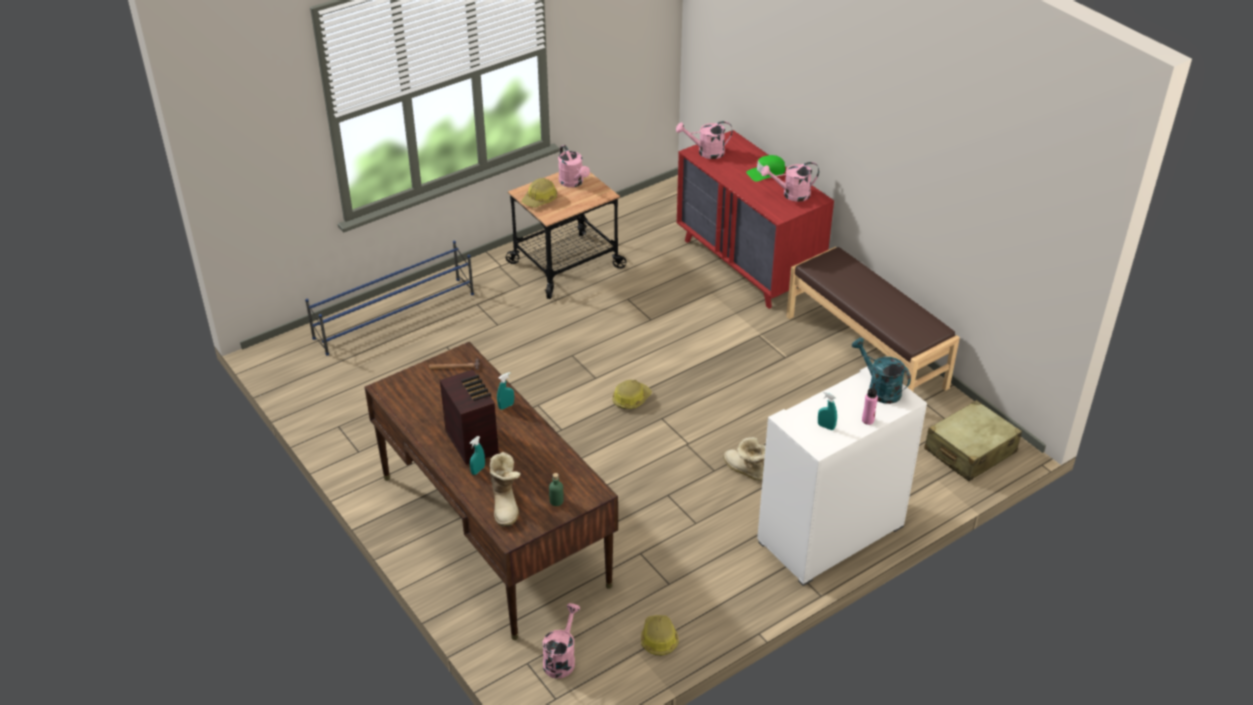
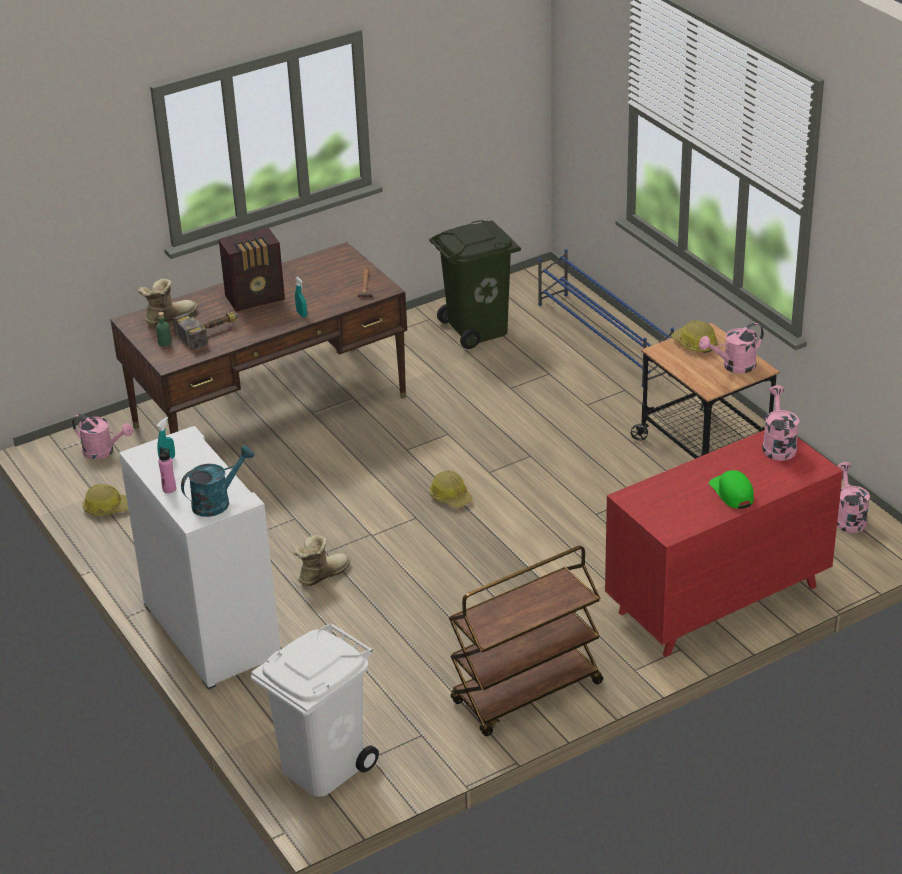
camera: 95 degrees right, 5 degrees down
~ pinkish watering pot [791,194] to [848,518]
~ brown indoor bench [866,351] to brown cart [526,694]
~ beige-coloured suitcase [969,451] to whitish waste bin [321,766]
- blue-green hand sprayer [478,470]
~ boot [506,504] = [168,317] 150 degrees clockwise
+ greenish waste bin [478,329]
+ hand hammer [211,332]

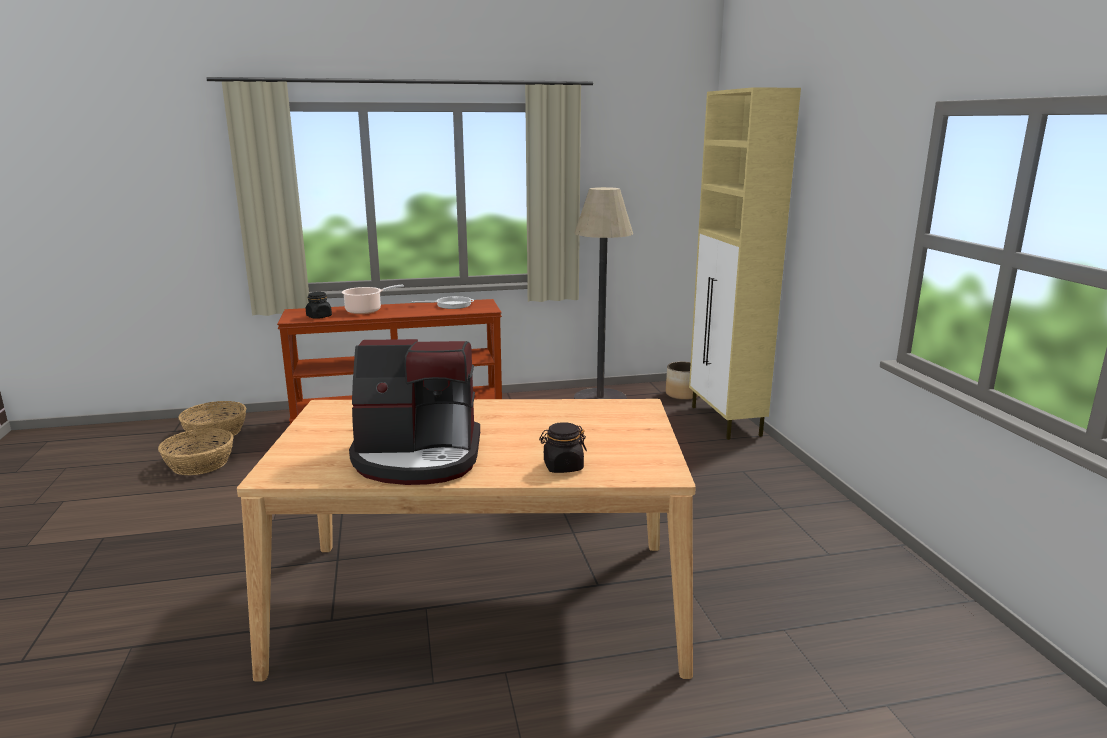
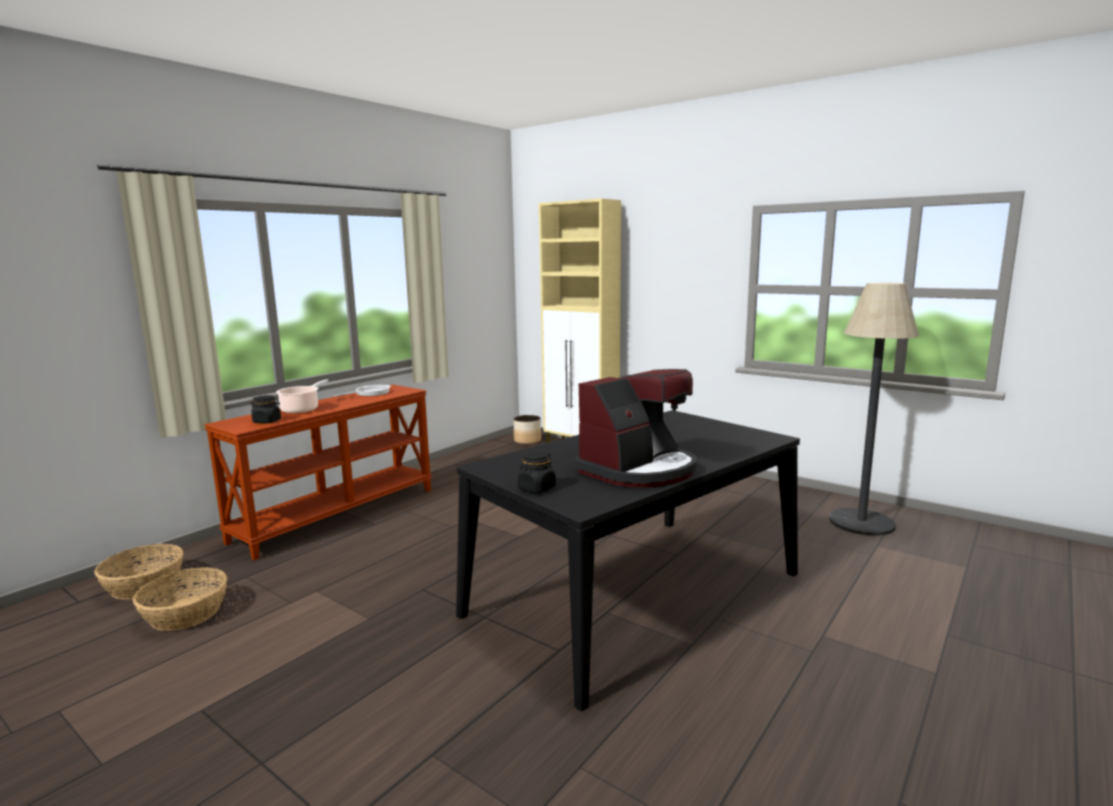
camera: 40 degrees left, 5 degrees down
~ floor lamp [600,399] to [861,522]
~ beige-coloured kitchen table [483,604] to black-coloured kitchen table [635,593]
~ black-coloured jar [563,466] to [536,488]

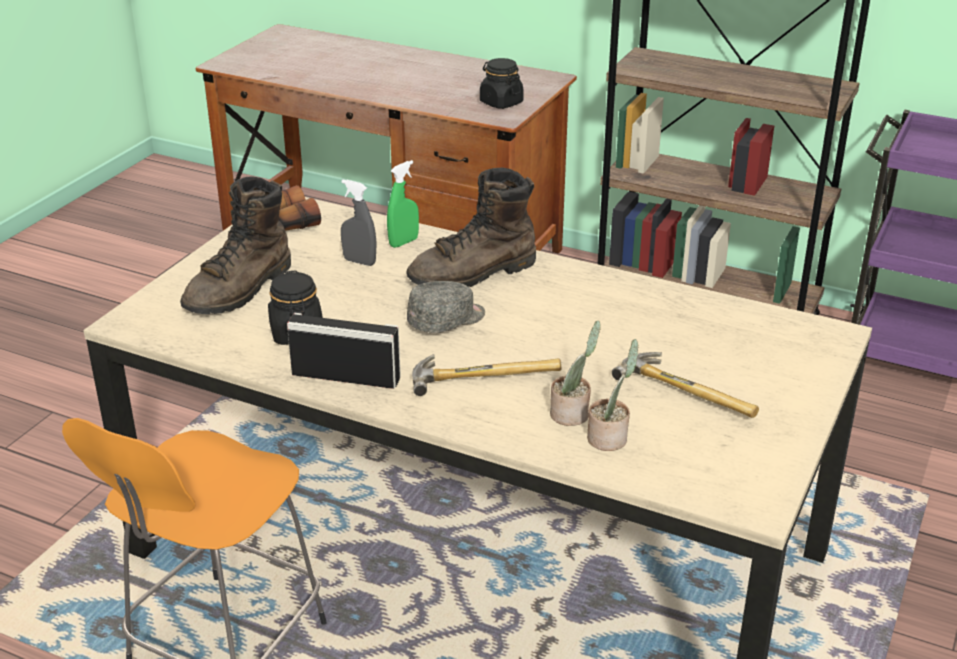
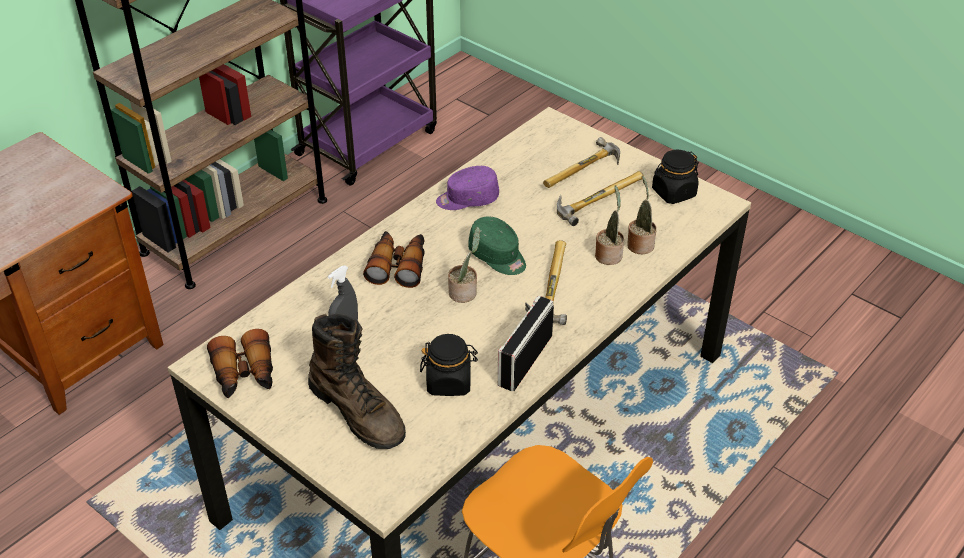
camera: 75 degrees left, 10 degrees up
~ black-coloured jar [501,103] to [673,193]
- greenish hand sprayer [403,242]
~ brown boot [474,274] to pair of binoculars [398,265]
~ gray cap [447,320] to houseplant [464,292]
+ hand hammer [585,172]
+ purple-coloured cap [467,199]
+ greenish cap [498,256]

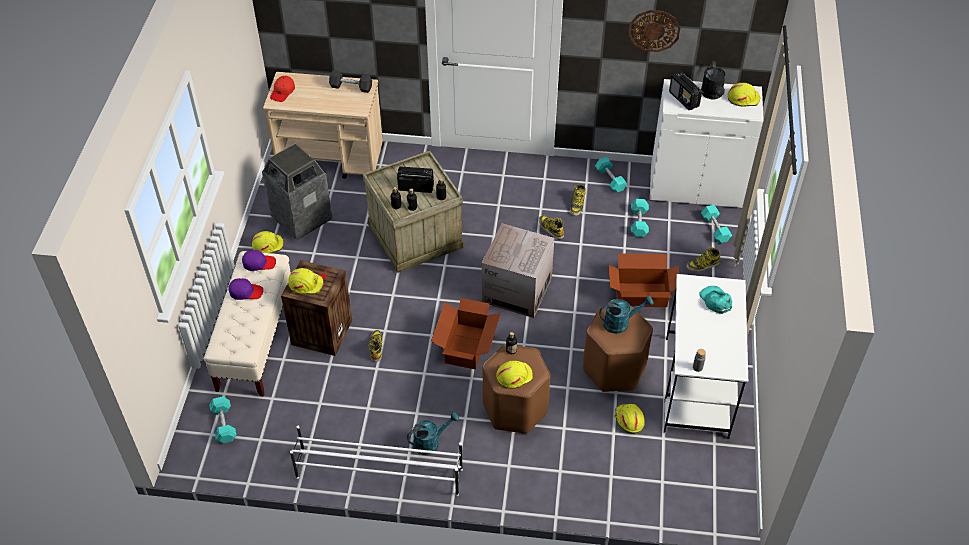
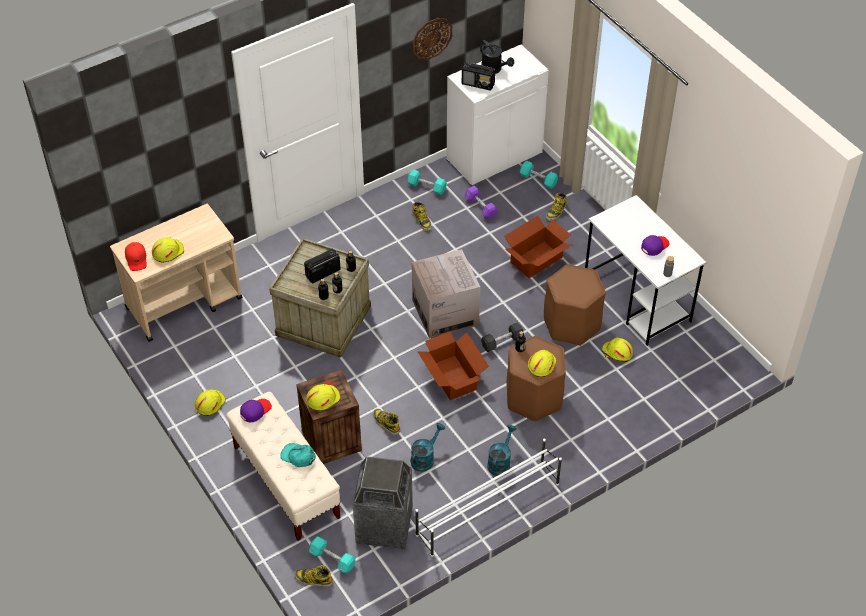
camera: 40 degrees left, 0 degrees up
~ black-coloured dumbbell [351,87] to [502,342]
~ yellow hard hat [743,98] to [168,252]
~ waste bin [301,218] to [384,526]
~ blue-green dumbbell [639,223] to purple-coloured dumbbell [480,207]
~ boot [551,228] to [313,579]
~ purple-coloured cap [246,292] to [654,246]
~ blue-green cap [715,301] to [298,456]
~ blue-green watering pot [621,322] to [425,458]

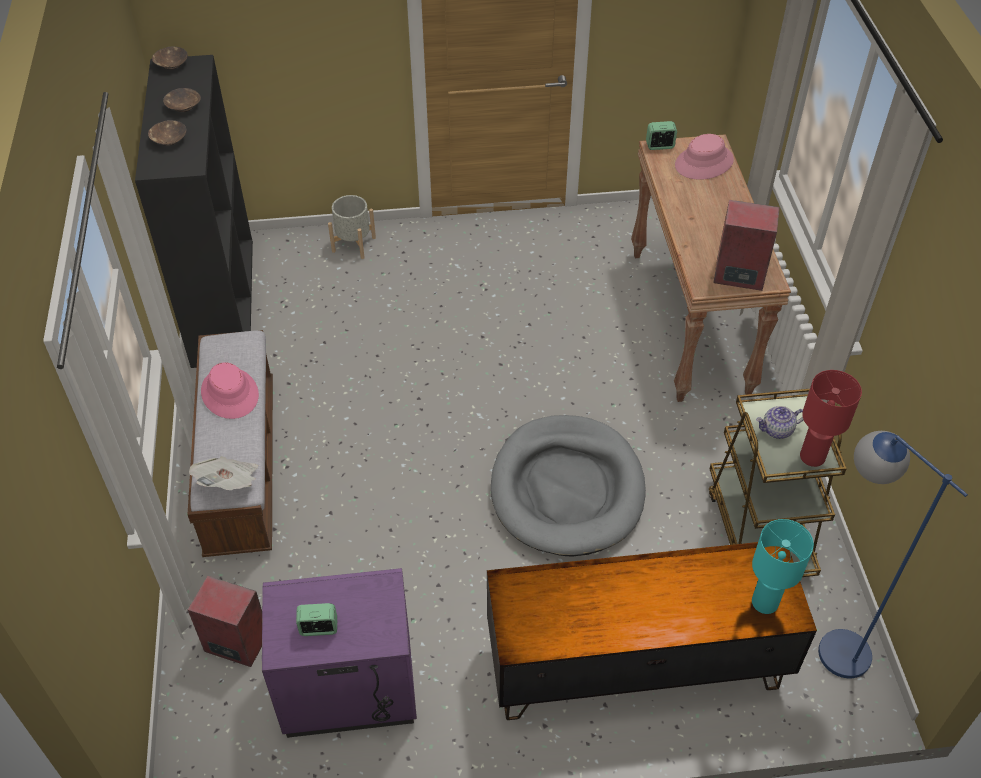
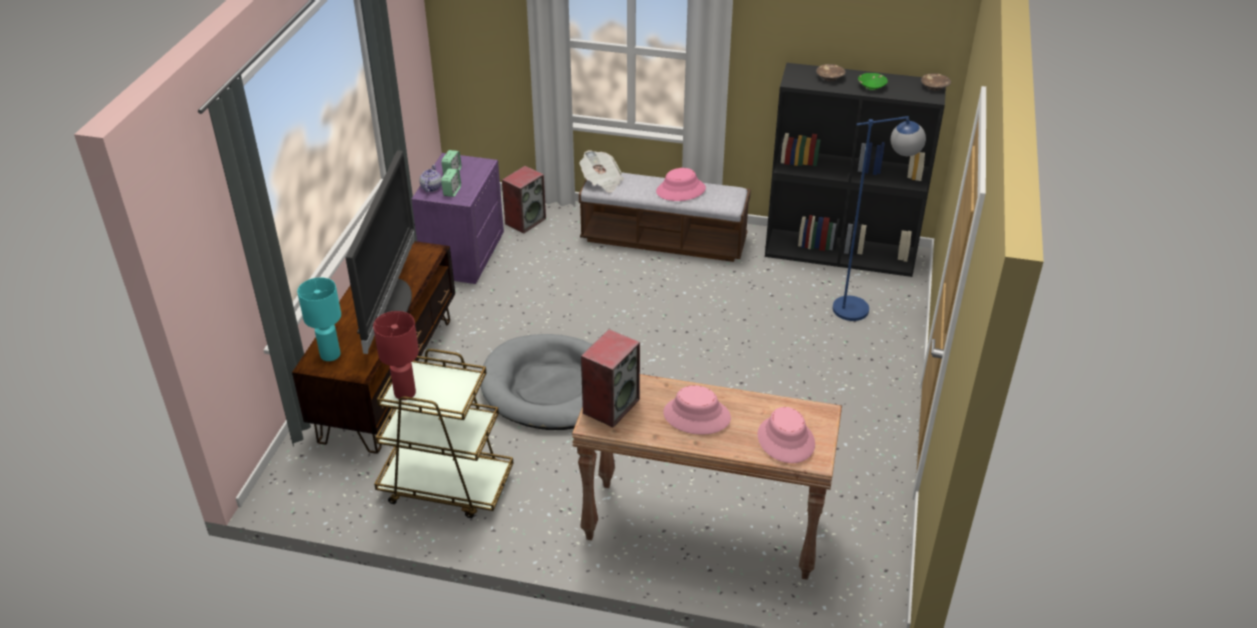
camera: 110 degrees right, 10 degrees down
~ brown bowl [183,106] to greenish bowl [871,86]
~ table clock [660,146] to [452,191]
- gray flower pot [354,244]
~ tea pot [777,430] to [431,187]
~ blue floor lamp [830,640] to [862,307]
+ television [388,306]
+ pinkish hat [696,416]

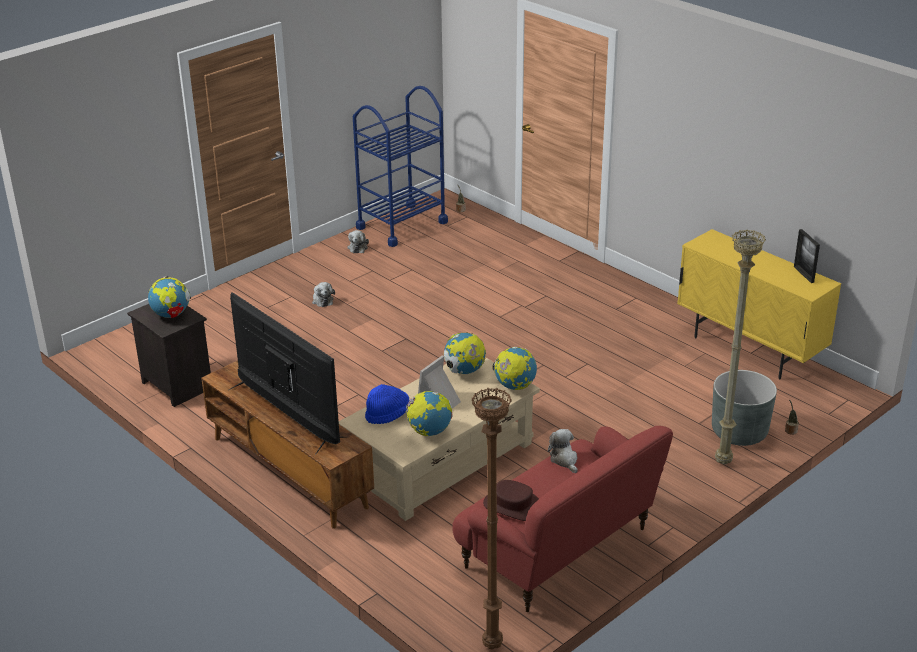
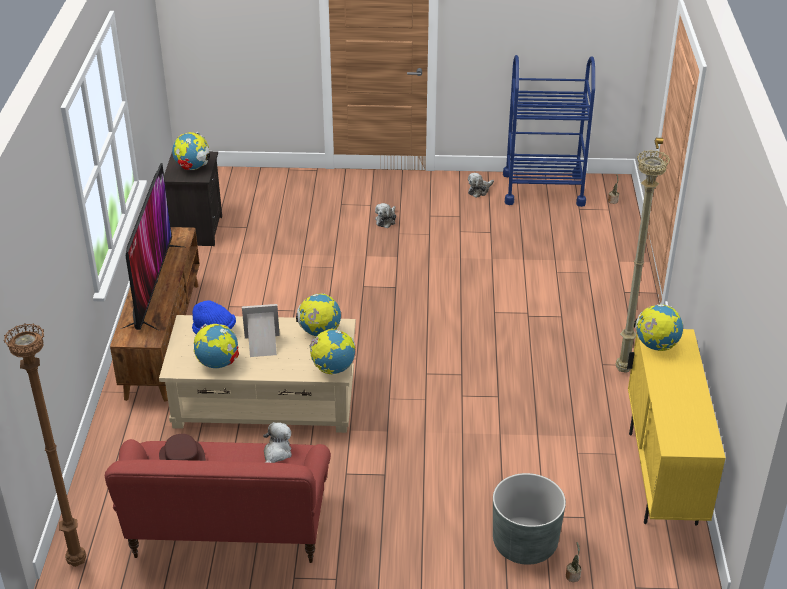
camera: 45 degrees right, 5 degrees up
~ beige-coloured floor lamp [722,462] to [622,370]
- photo frame [803,274]
+ desk globe [656,345]

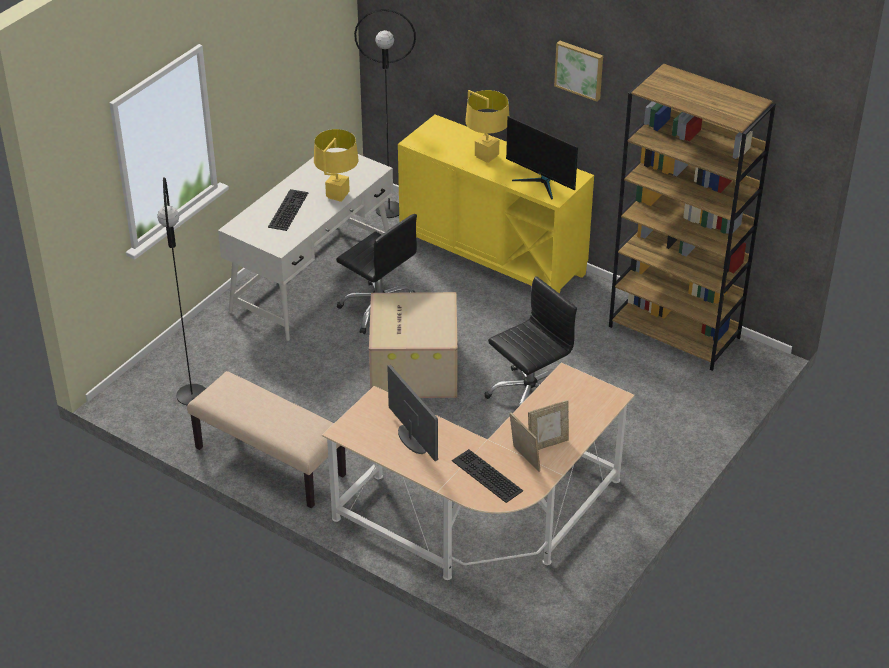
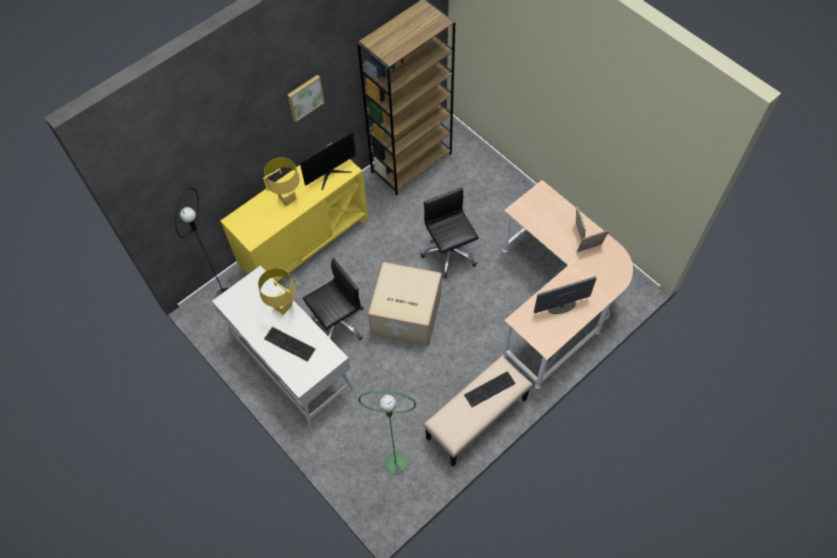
camera: 75 degrees left, 20 degrees up
~ black-coloured floor lamp [191,394] to greenish floor lamp [395,463]
~ PC keyboard [485,476] to [489,390]

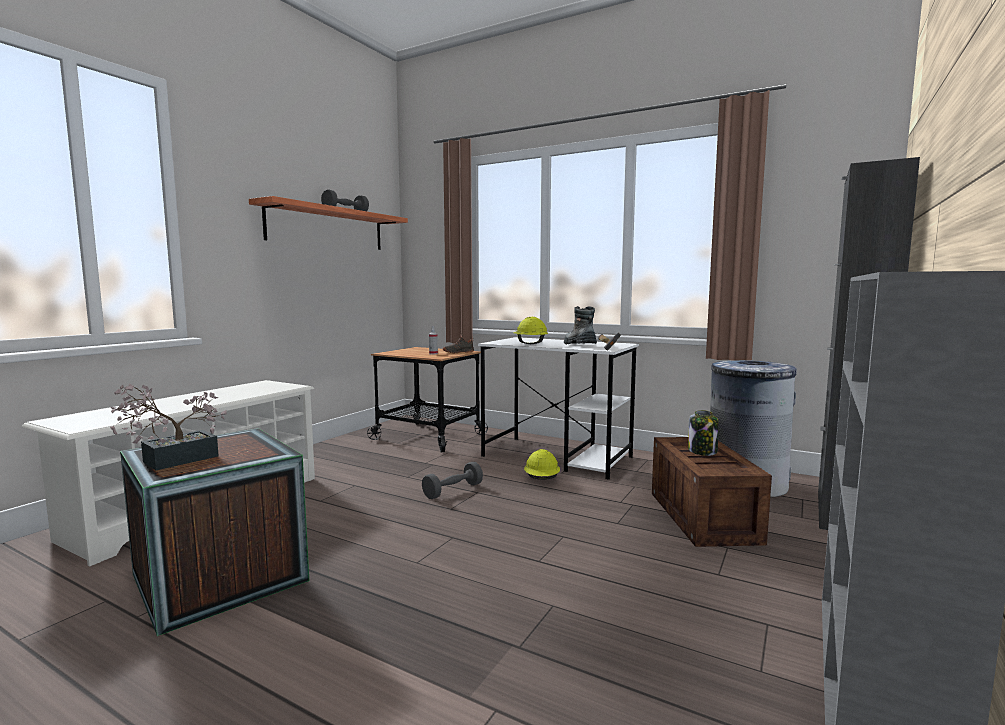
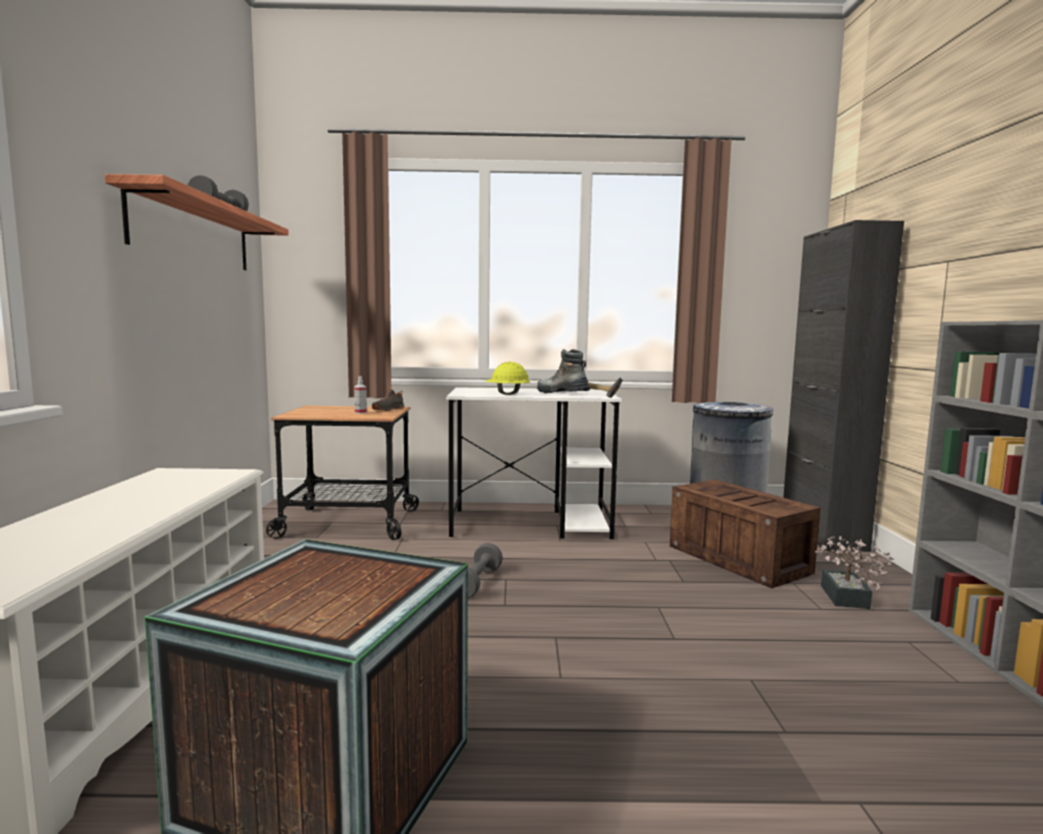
camera: 30 degrees left, 0 degrees up
~ houseplant [172,461] to [846,599]
- jar [702,451]
- yellow hard hat [542,479]

